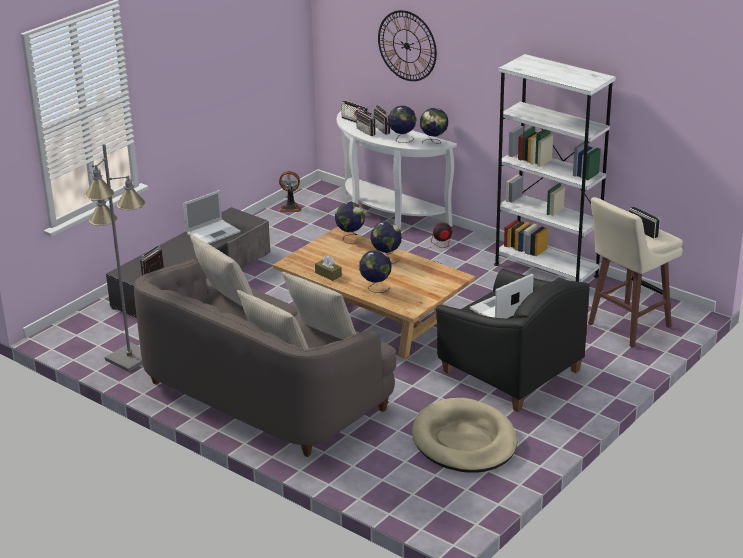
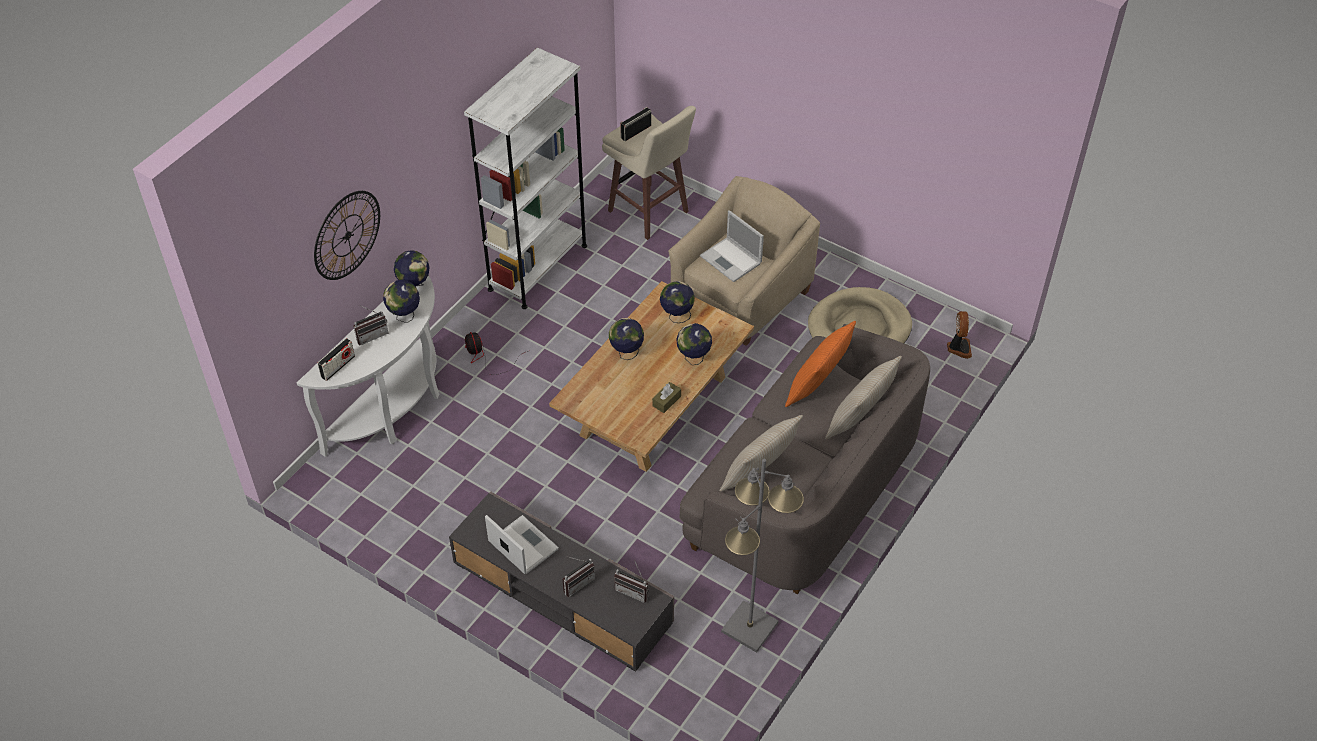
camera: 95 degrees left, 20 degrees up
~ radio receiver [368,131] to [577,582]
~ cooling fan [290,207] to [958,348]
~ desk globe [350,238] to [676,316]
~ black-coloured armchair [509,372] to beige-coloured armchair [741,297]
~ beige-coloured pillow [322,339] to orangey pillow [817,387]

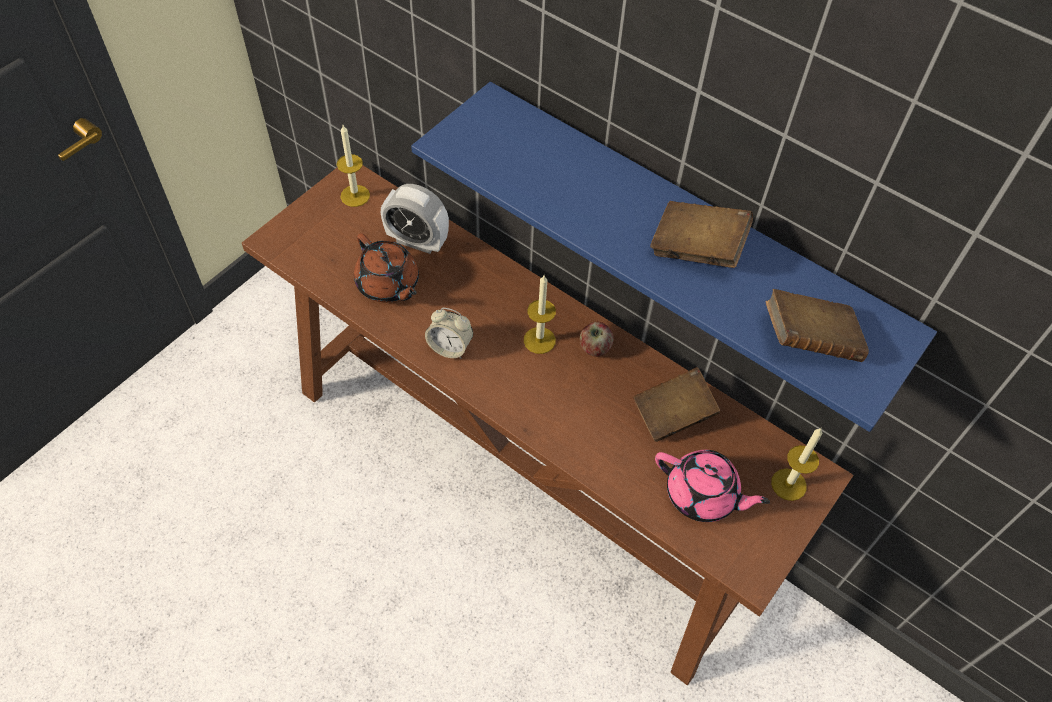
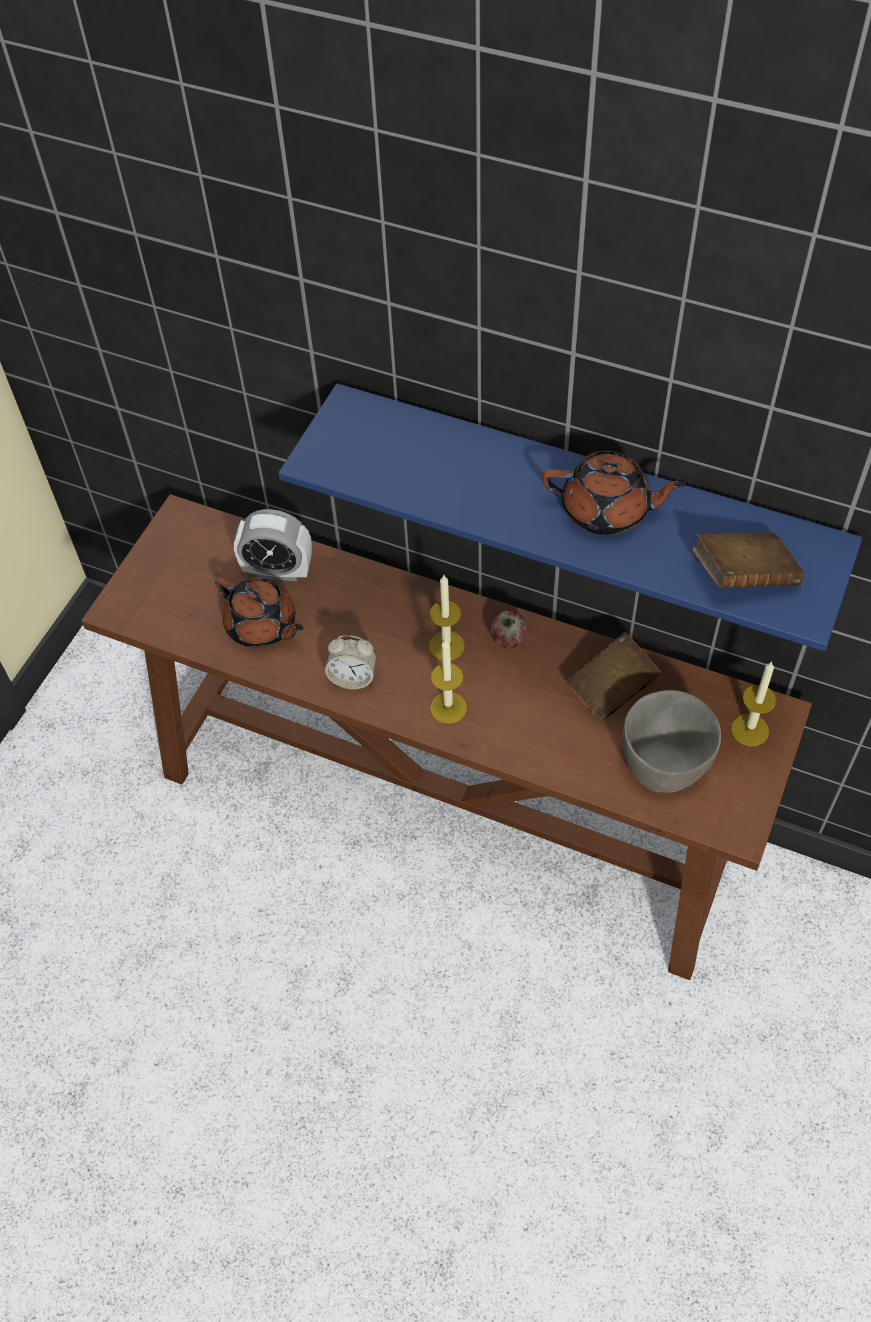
camera: 10 degrees left, 0 degrees up
~ wax candle [355,196] to [448,707]
~ brown bound book [697,249] to brown tea pot [607,511]
~ pinkish tea pot [702,495] to gray bowl [666,764]

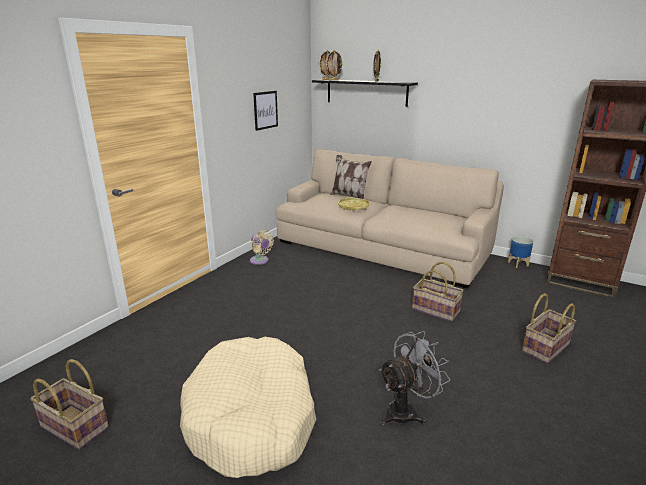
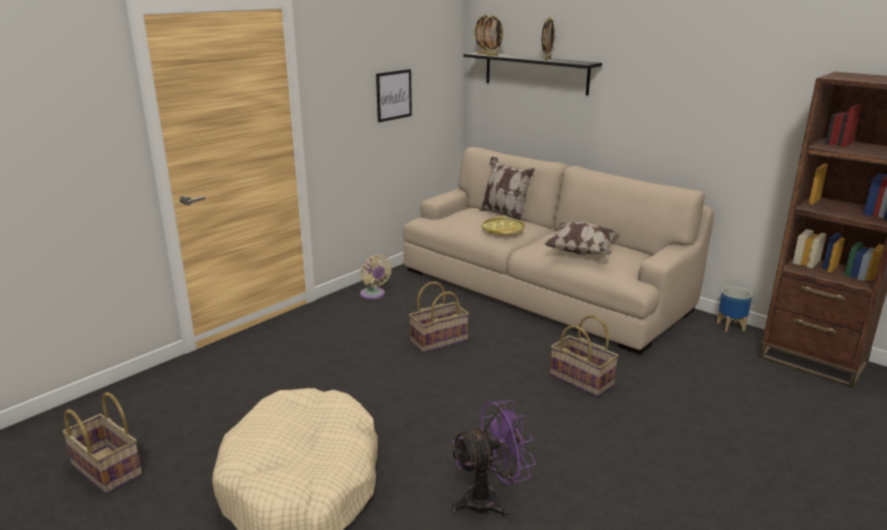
camera: 10 degrees right, 0 degrees up
~ household basket [545,347] to [438,340]
~ gray cooling fan [406,411] to purple-coloured cooling fan [490,499]
+ pillow [581,253]

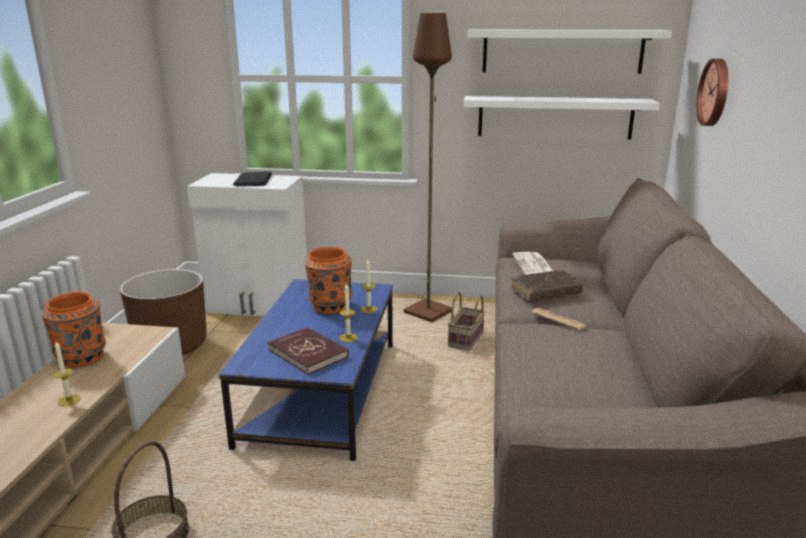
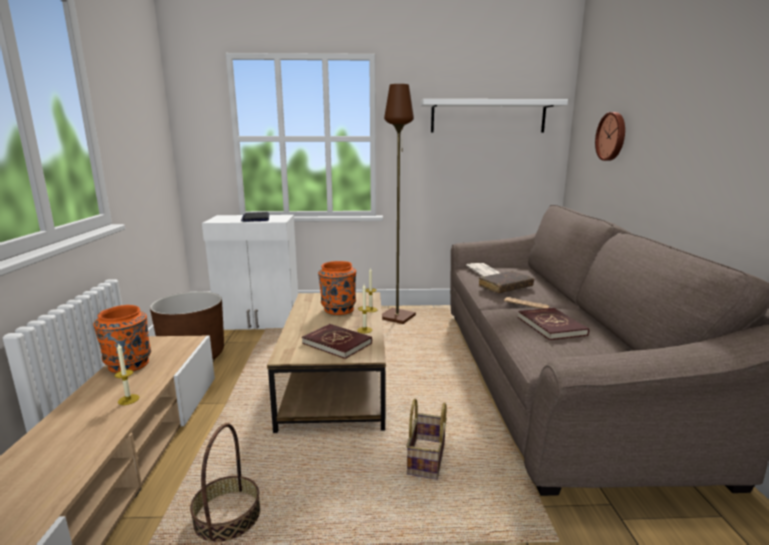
camera: 10 degrees left, 5 degrees down
- whitish wall shelf [555,117]
~ blue lounge table [322,392] to brown lounge table [336,381]
~ household basket [466,341] to [427,460]
+ red bound book [551,326]

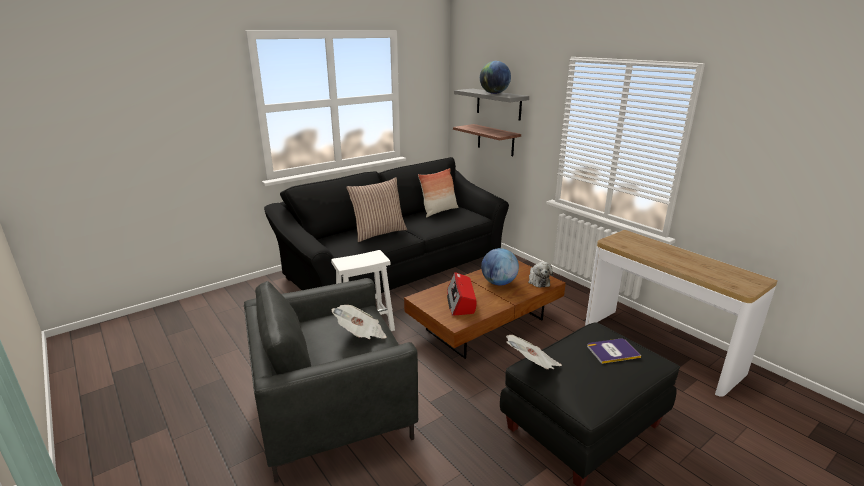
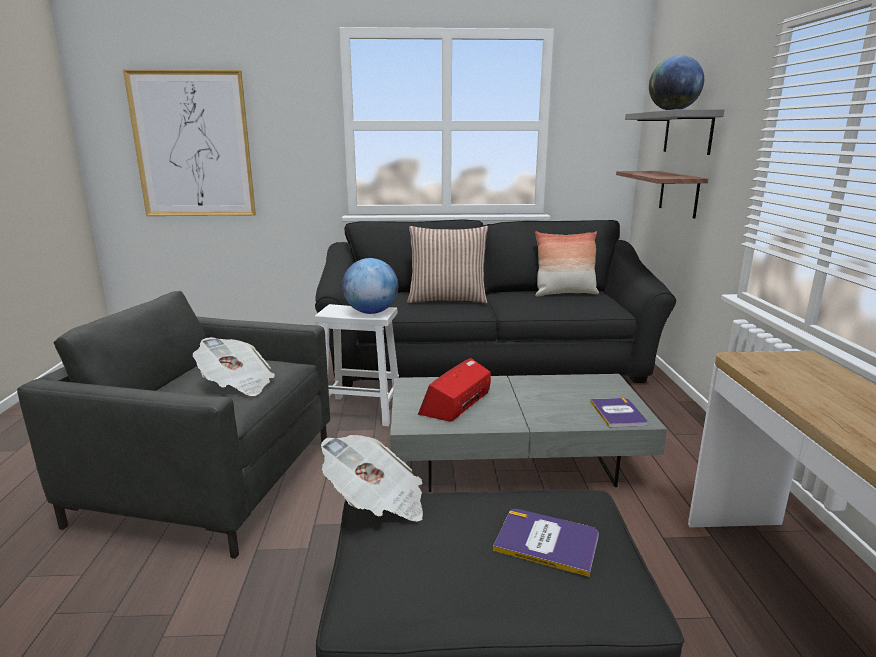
camera: 35 degrees right, 5 degrees down
~ desk globe [498,283] to [371,312]
~ brown lounge table [485,324] to gray lounge table [515,460]
~ cuddly toy [538,281] to bound book [618,413]
+ wall picture [193,145]

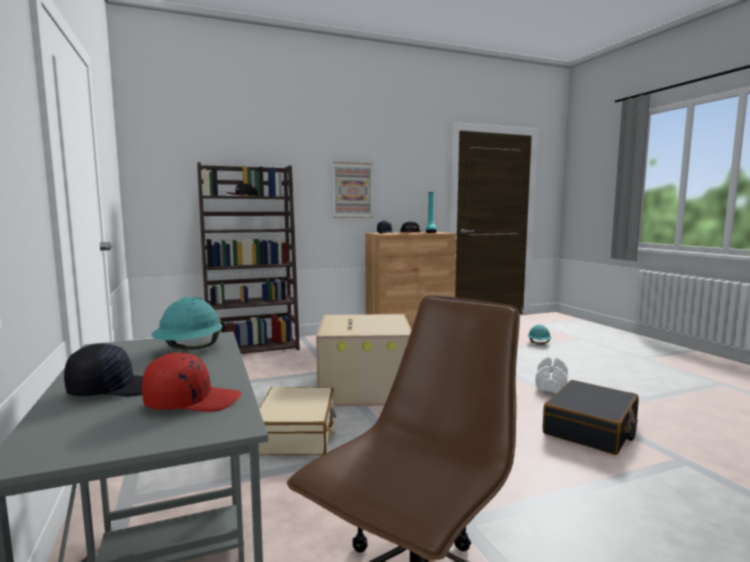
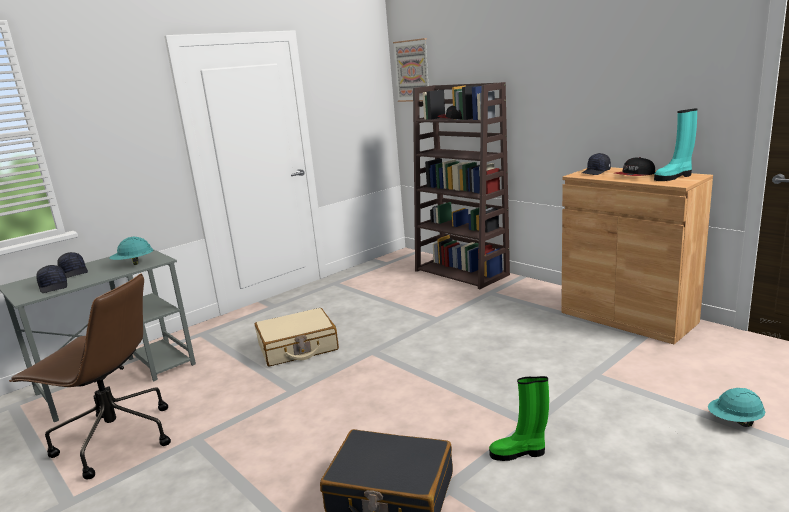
camera: 70 degrees right, 10 degrees up
~ wall picture [352,190] to [412,71]
- carton [363,387]
~ red cap [192,401] to black-coloured cap [54,286]
~ whitish dumbbell [551,386] to greenish boot [519,453]

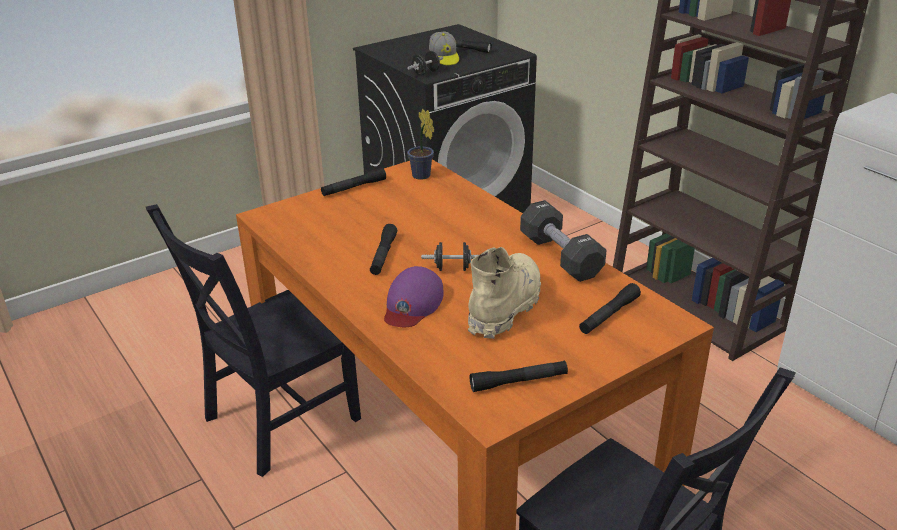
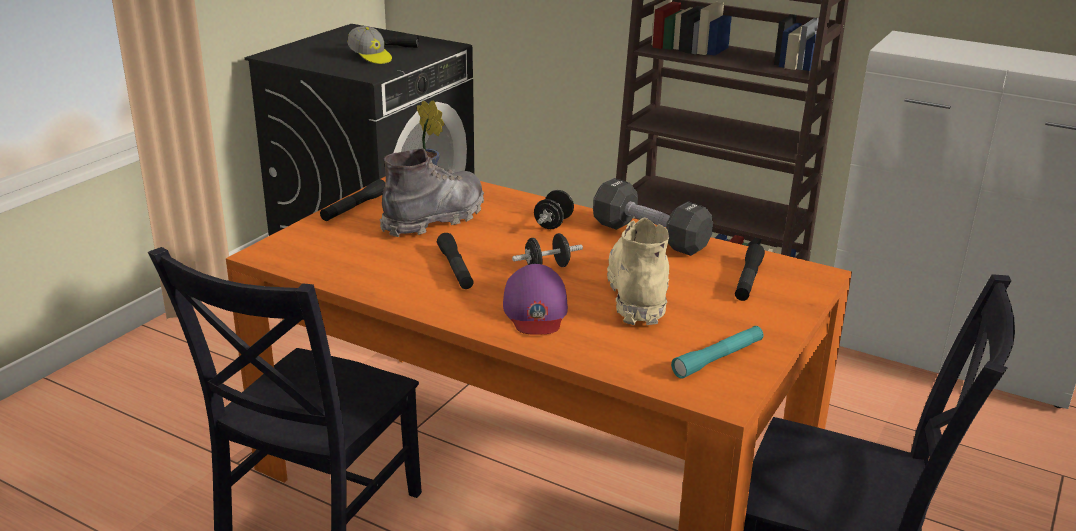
camera: 25 degrees left, 5 degrees down
~ black-coloured dumbbell [426,73] to [553,223]
~ black-coloured hand torch [518,382] to blue-green hand torch [718,359]
+ gray boot [435,219]

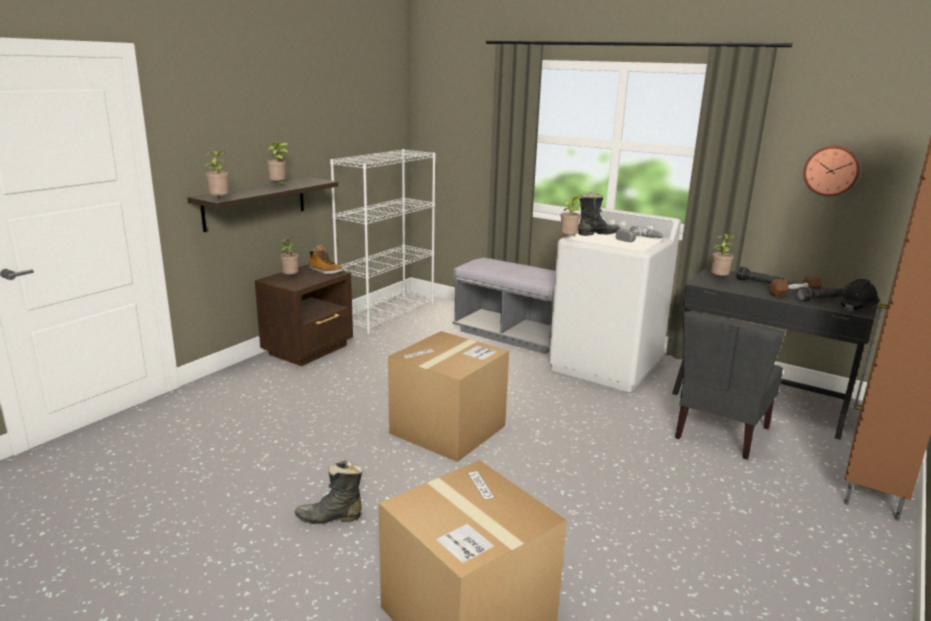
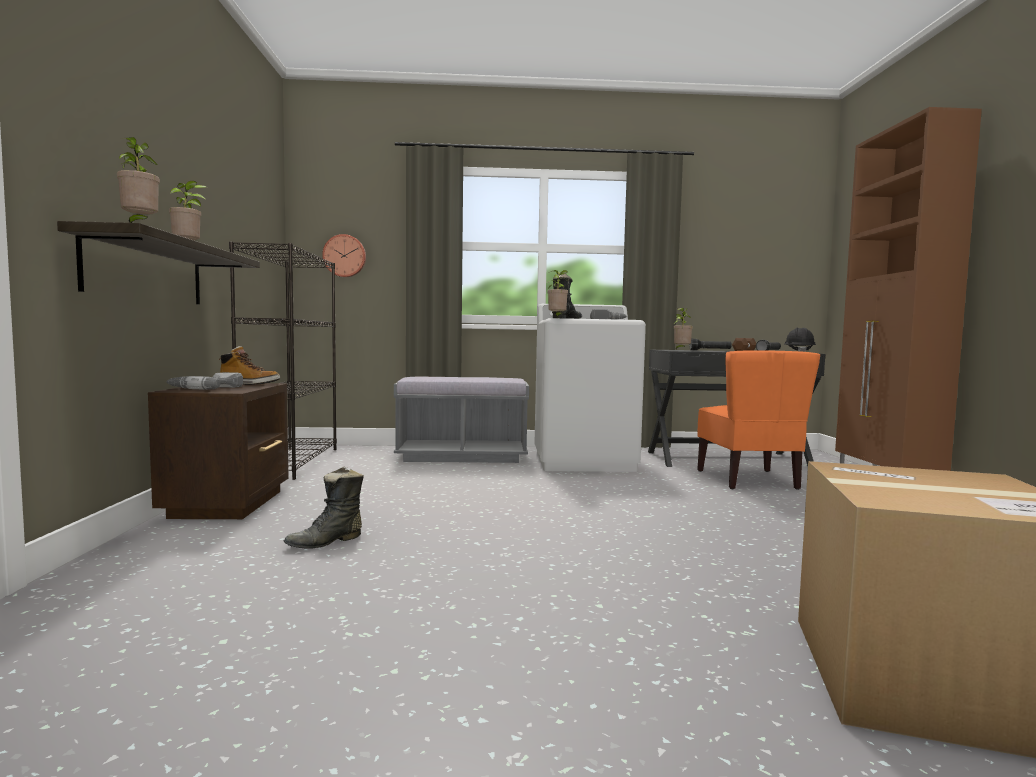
camera: 35 degrees left, 15 degrees down
~ hanging clock [831,170] to [345,256]
~ whitish bookshelf [387,314] to black-coloured bookshelf [291,462]
~ houseplant [290,278] to electric drill [206,388]
~ gray plain chair [720,432] to orangey plain chair [748,480]
- carton [448,429]
~ black-coloured boot [330,517] to [326,542]

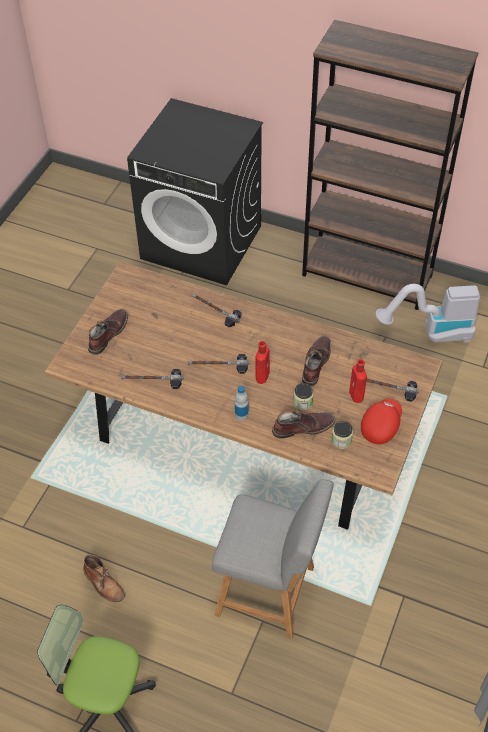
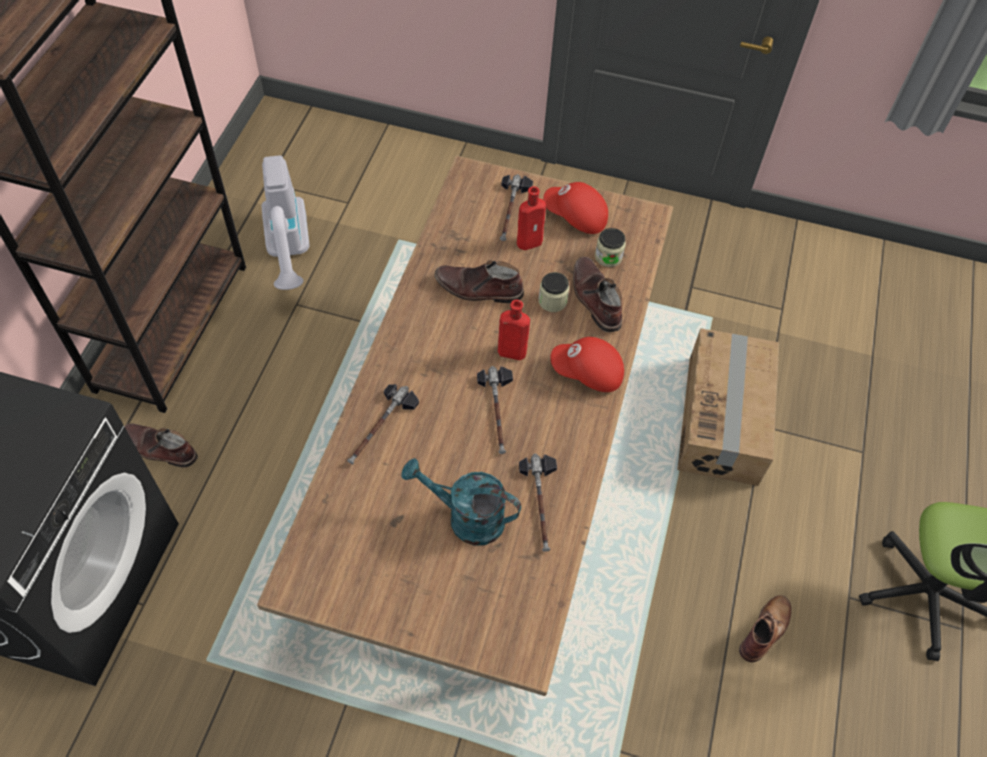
camera: 100 degrees left, 5 degrees up
~ brown boot [107,334] to [160,449]
~ bottle [241,415] to red cap [587,373]
~ gray stool [270,592] to carton [723,420]
+ blue-green watering pot [466,517]

